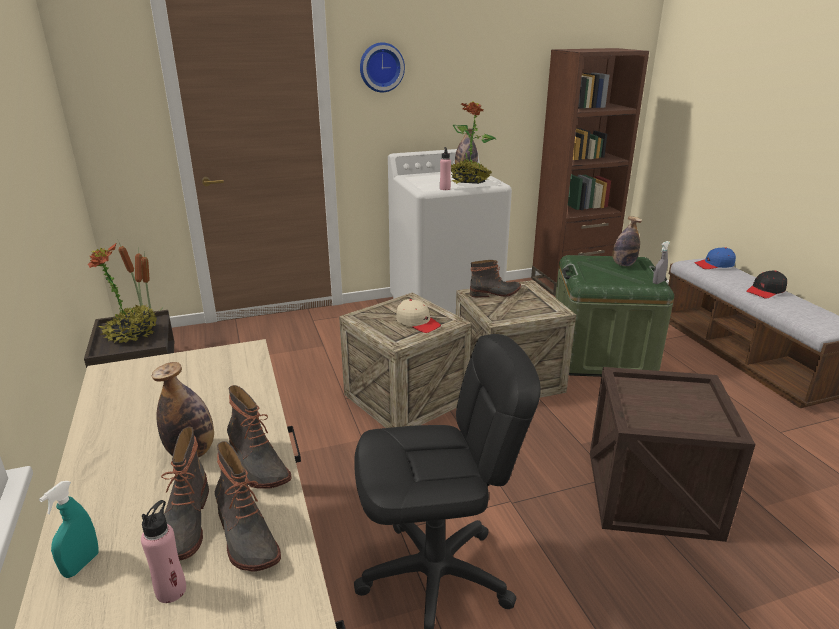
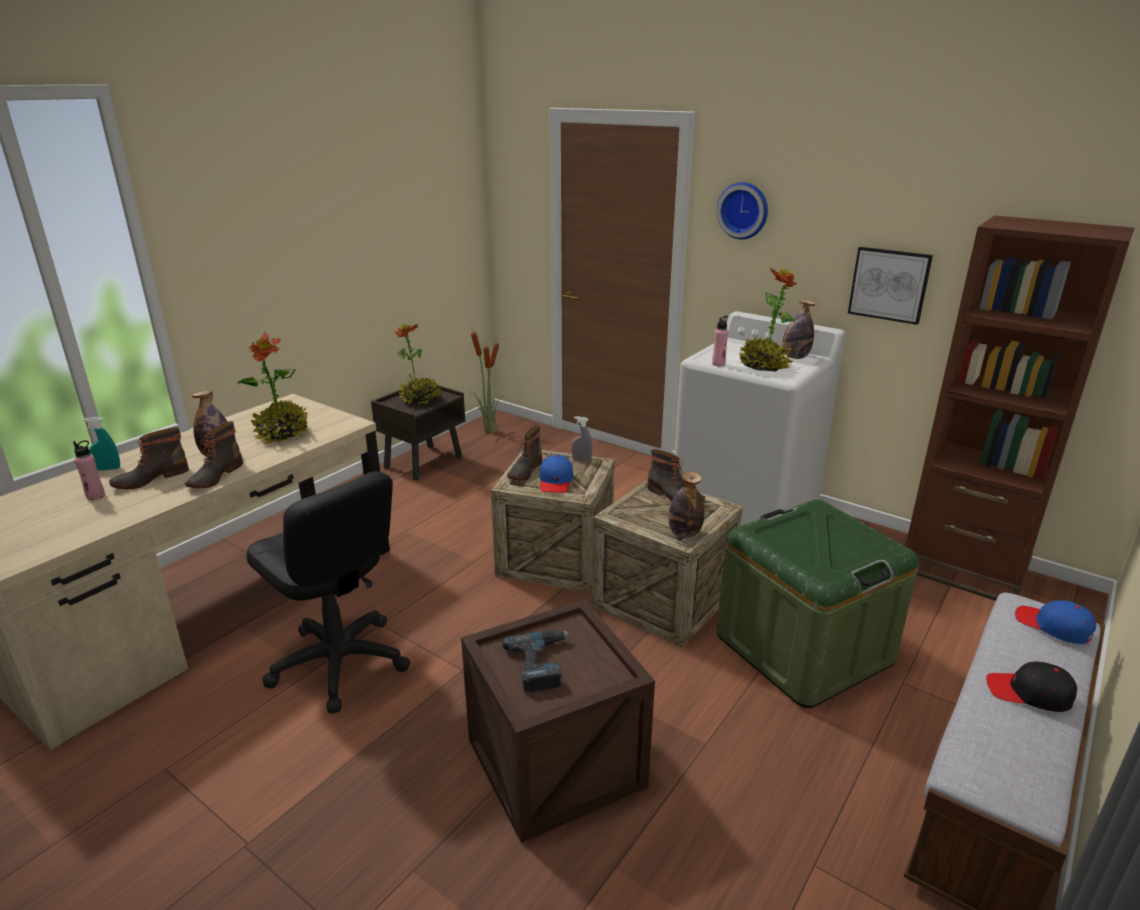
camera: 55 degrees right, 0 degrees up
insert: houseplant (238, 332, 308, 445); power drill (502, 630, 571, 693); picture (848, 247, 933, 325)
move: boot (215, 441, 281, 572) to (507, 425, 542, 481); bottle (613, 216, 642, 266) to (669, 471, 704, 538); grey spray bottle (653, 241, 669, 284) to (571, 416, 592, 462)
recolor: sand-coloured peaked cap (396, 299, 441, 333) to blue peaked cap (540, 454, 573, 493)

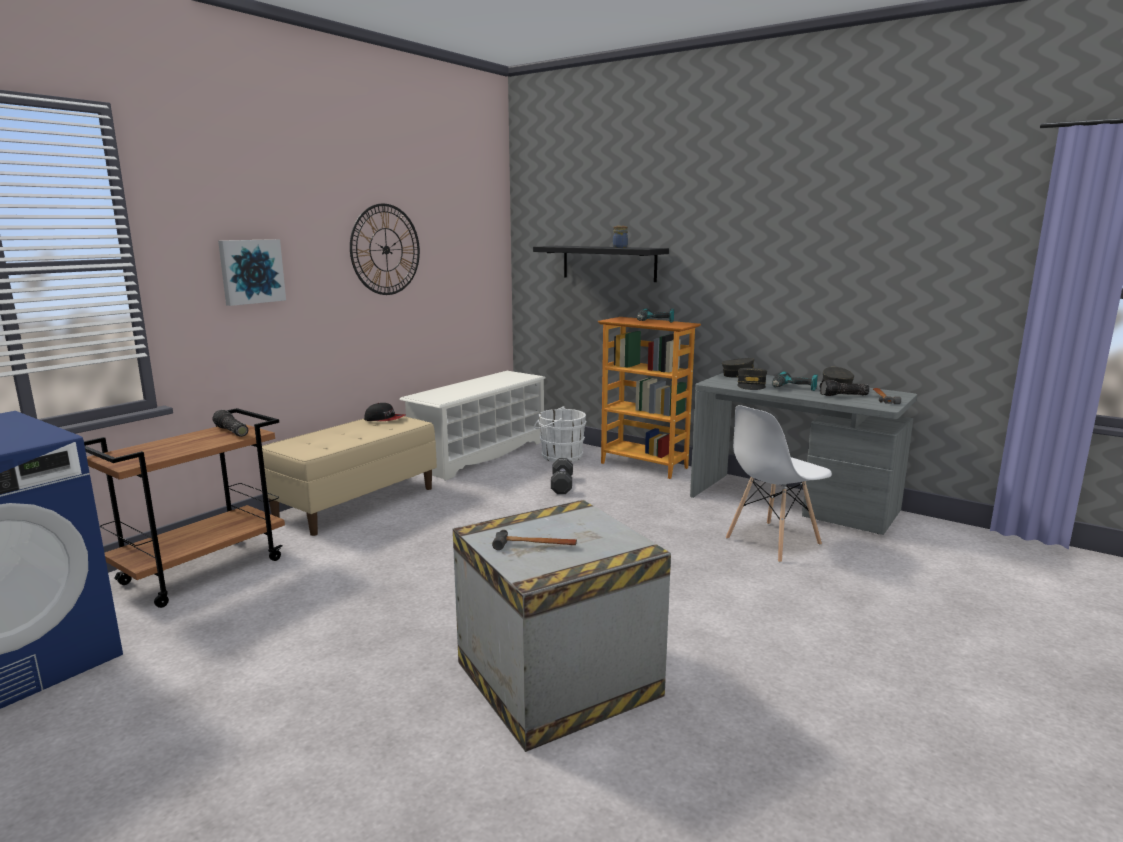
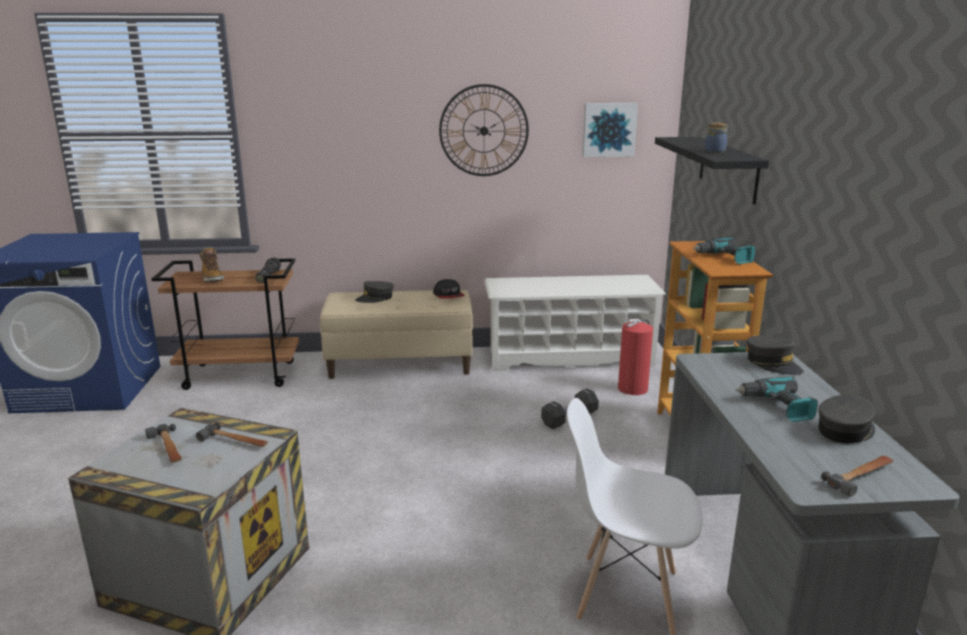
camera: 50 degrees right, 5 degrees up
delete: torch (819, 380, 870, 396)
insert: hammer (196, 423, 268, 447); boot (199, 247, 224, 282)
move: picture (218, 239, 286, 306) to (582, 103, 638, 157); grey peaked cap (737, 368, 767, 390) to (355, 281, 394, 303)
replace: whitish bucket (534, 406, 586, 462) to fire extinguisher (618, 319, 653, 395)

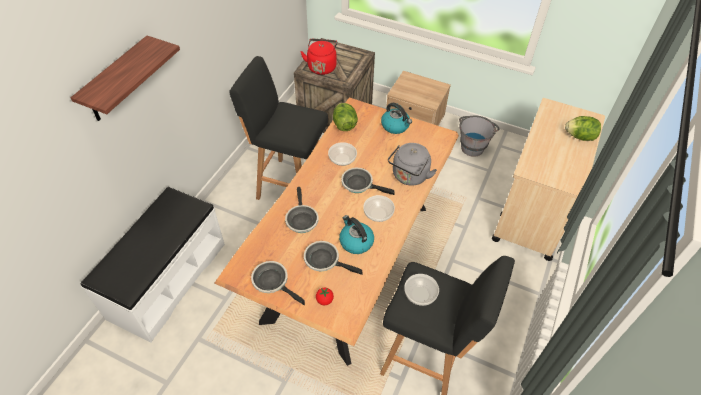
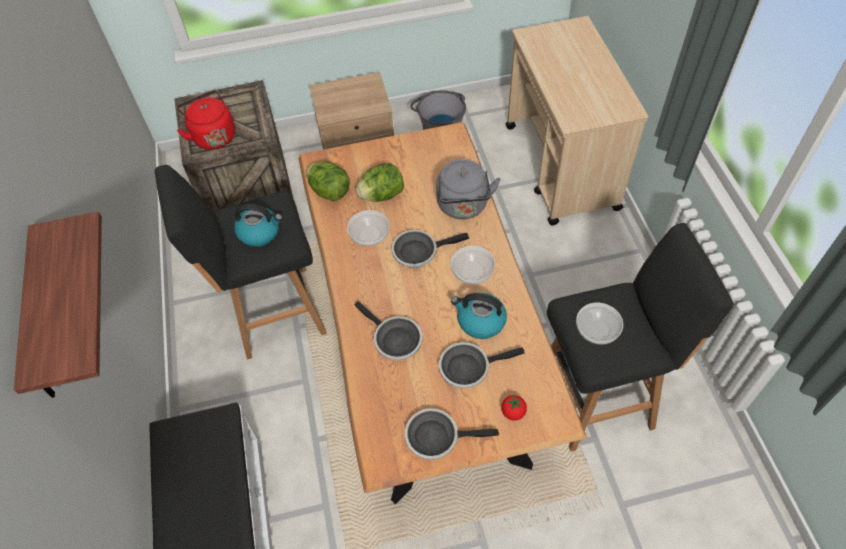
camera: 35 degrees left, 5 degrees up
move: tea kettle (381, 103, 412, 134) to (234, 204, 282, 247); lettuce (565, 116, 601, 141) to (355, 163, 404, 202)

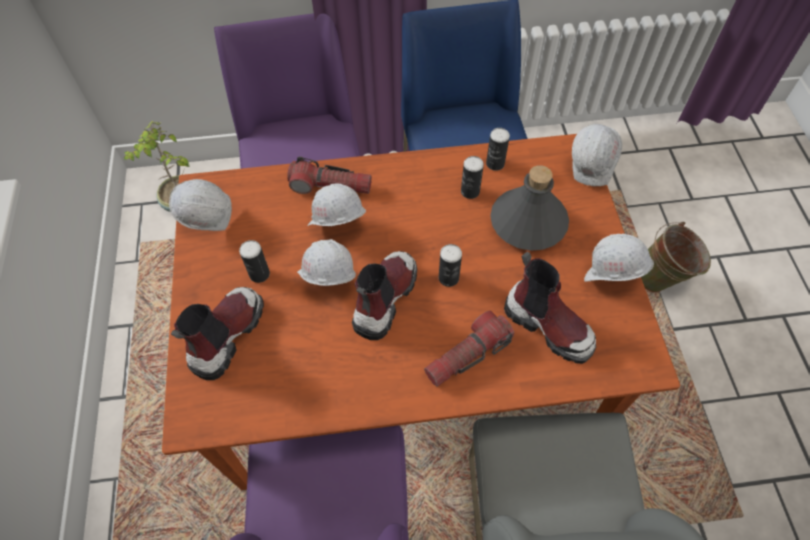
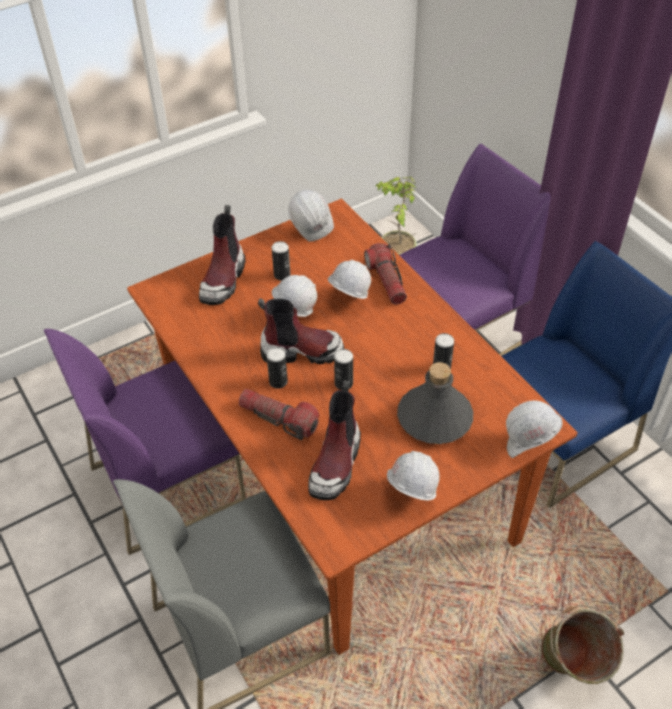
camera: 65 degrees right, 10 degrees down
move: metal can (486, 128, 510, 171) to (266, 347, 288, 389)
rotate: boot (171, 287, 264, 380) = (199, 205, 246, 305) 105 degrees clockwise

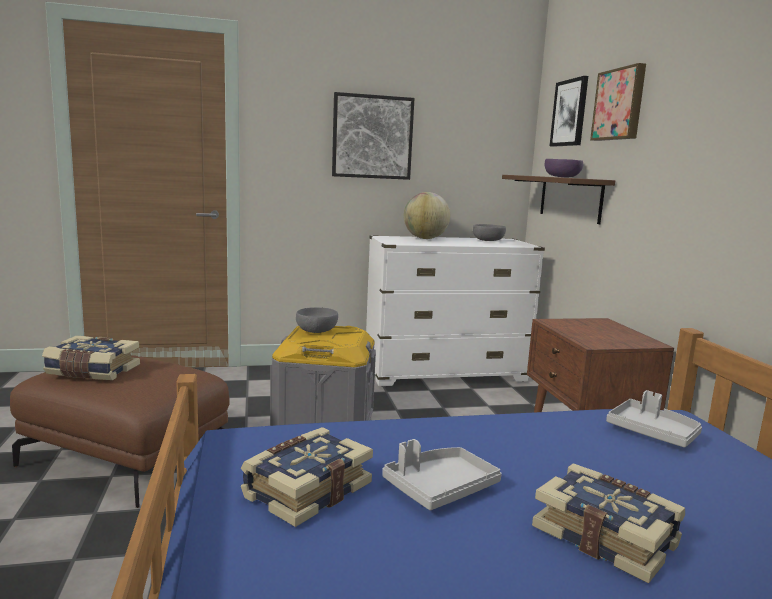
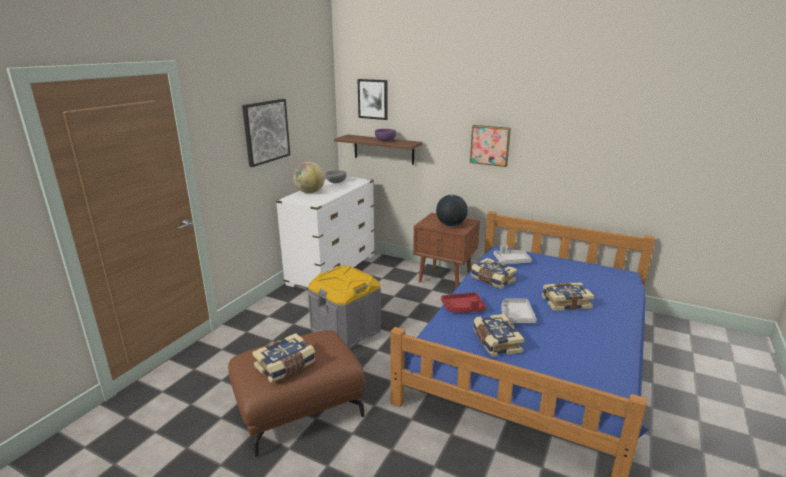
camera: 50 degrees left, 10 degrees up
delete: grey serving bowl (296, 307, 338, 333)
insert: globe (436, 195, 468, 226); red carrying tray (441, 292, 486, 313); bound book (471, 258, 518, 289)
move: picture (590, 63, 646, 141) to (470, 125, 511, 167)

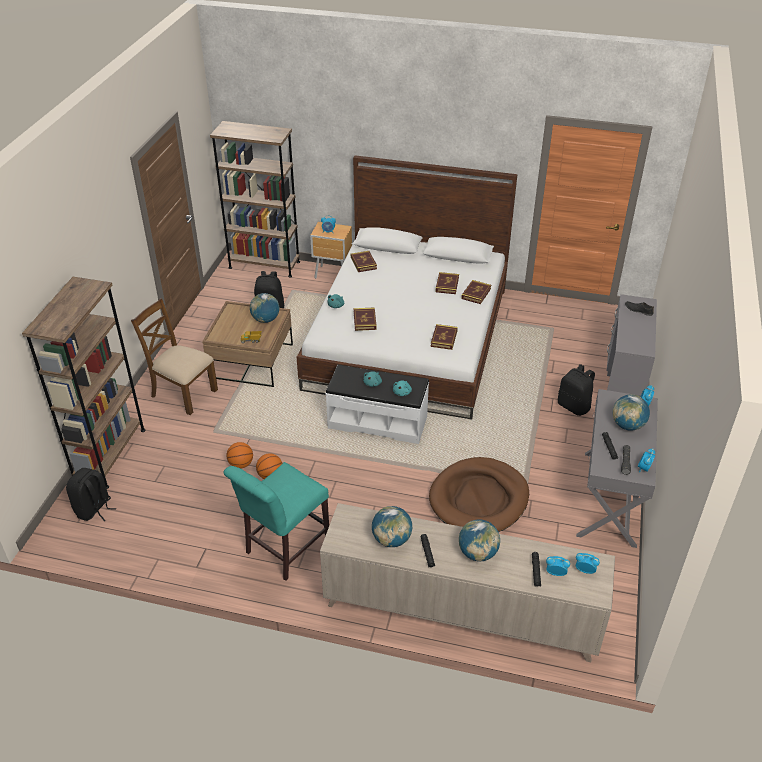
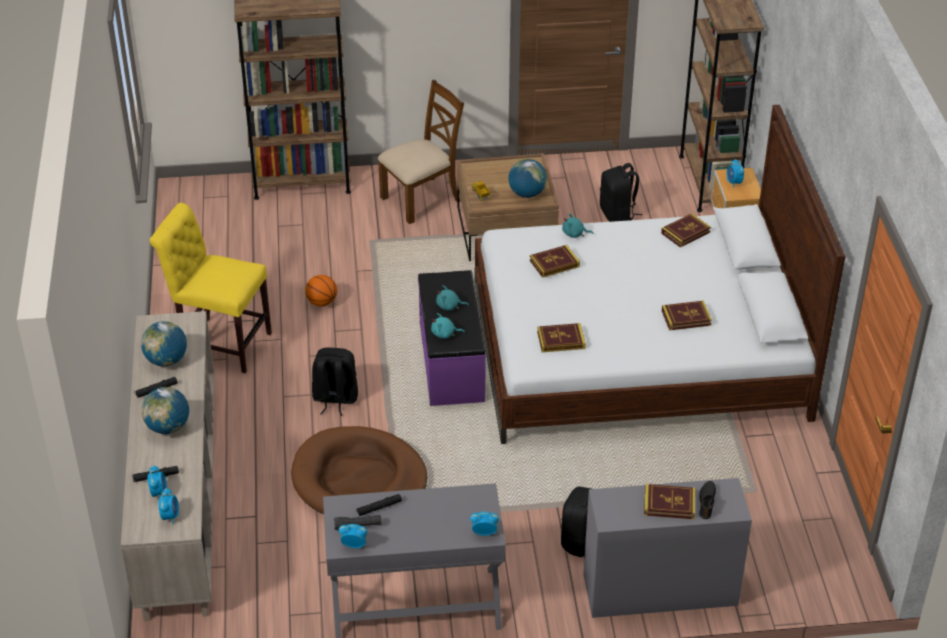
camera: 70 degrees right, 0 degrees up
delete: ball for basketball (227, 442, 253, 469); globe (612, 394, 650, 431)
move: black-coloured knapsack (66, 468, 116, 521) to (312, 347, 358, 416); bound book (461, 280, 491, 304) to (644, 484, 695, 519)
recolor: blue-green plain chair (223, 462, 329, 581) to yellowish plain chair (150, 203, 272, 373); whitish long seat (325, 364, 429, 444) to purple-coloured long seat (418, 270, 486, 406)
rotate: brown-coloured plain chair (131, 298, 218, 415) = (378, 80, 464, 224) 45 degrees clockwise

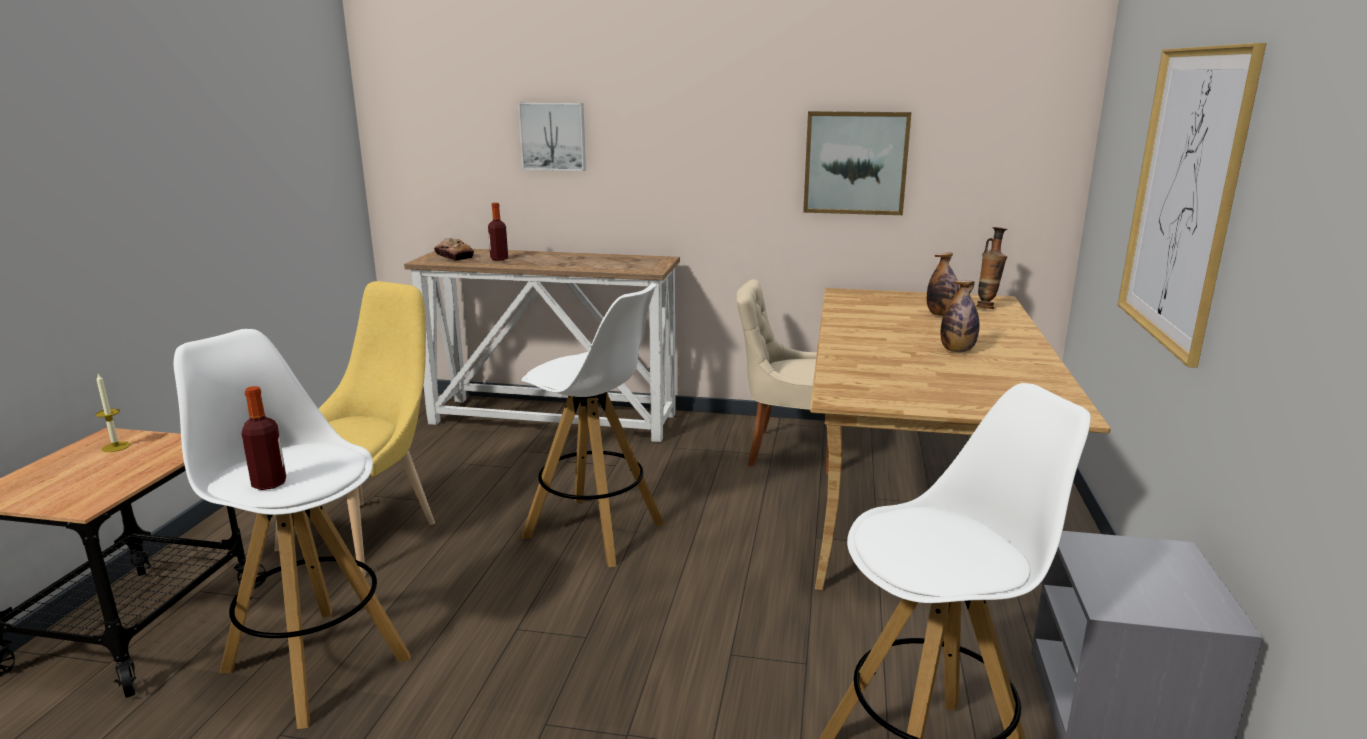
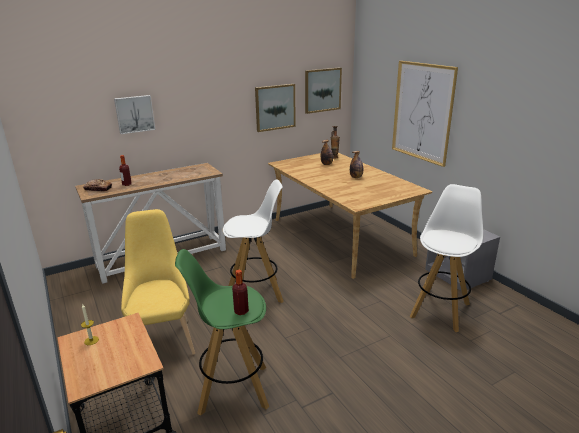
camera: 40 degrees left, 5 degrees up
delete: sand-coloured plain chair (737, 279, 829, 475)
insert: picture (305, 67, 342, 114)
recolor: whitish sitting stool (174, 329, 411, 729) to green-coloured sitting stool (175, 249, 269, 416)

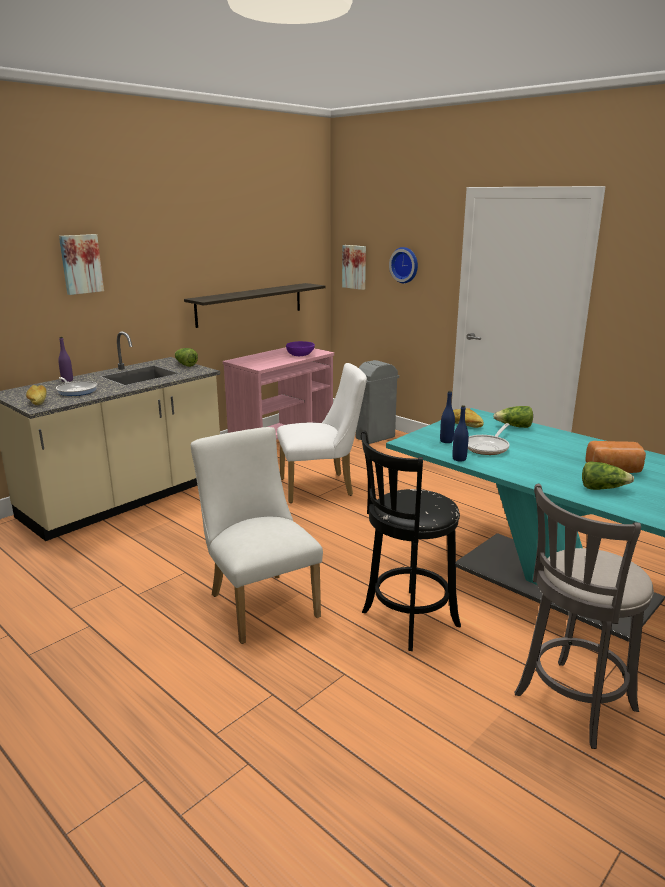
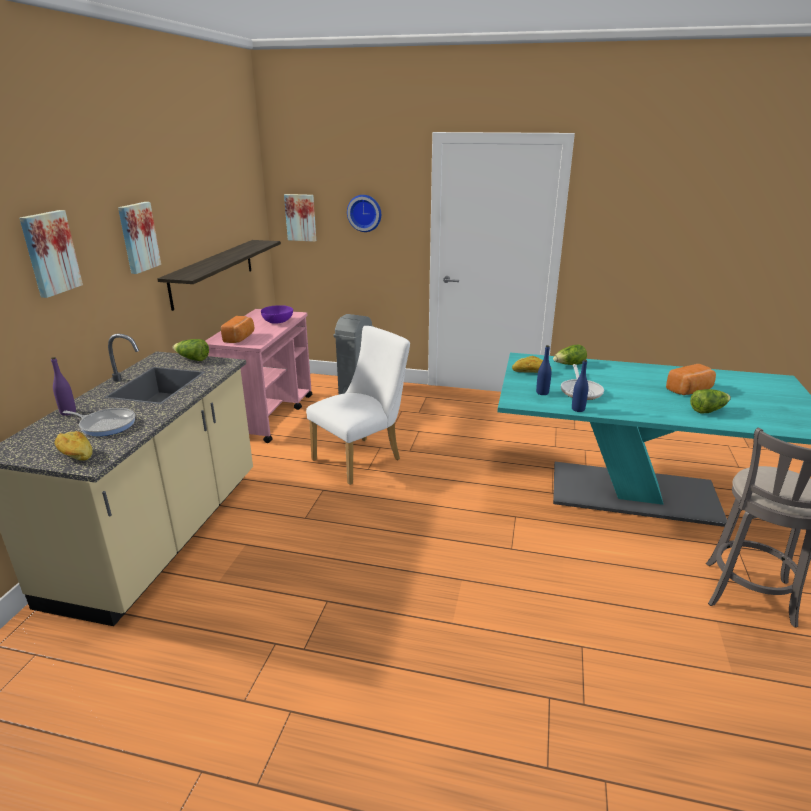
camera: 30 degrees left, 5 degrees up
delete: whitish plain chair (191, 427, 323, 644); black-coloured sitting stool (361, 430, 461, 651)
insert: picture (118, 202, 161, 274); baked bread (221, 316, 254, 343)

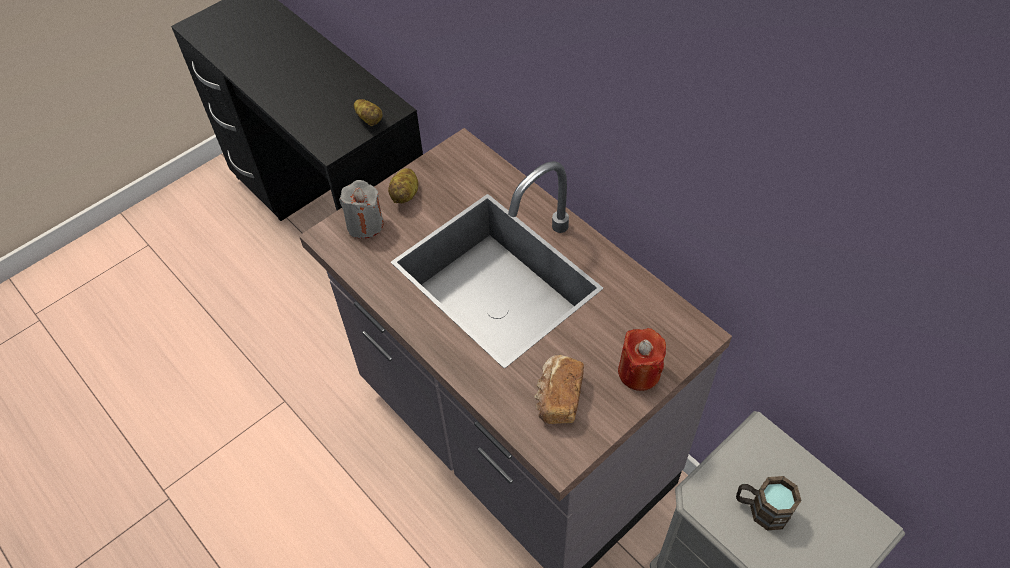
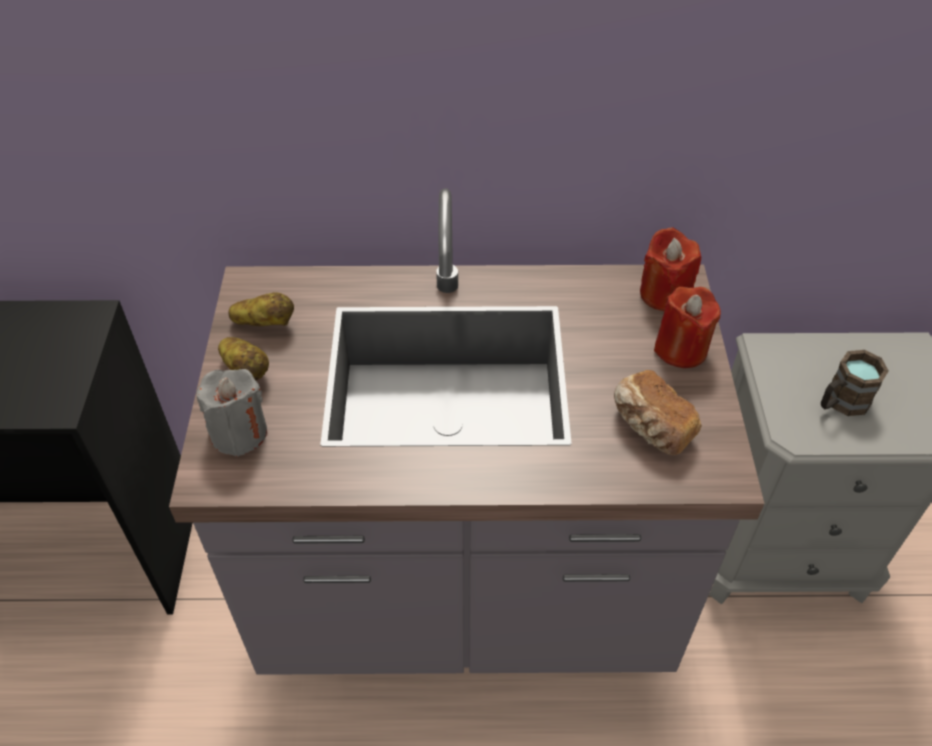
camera: 50 degrees left, 5 degrees down
insert: red candle (640, 228, 701, 311)
move: potato (353, 99, 383, 126) to (228, 292, 294, 326)

